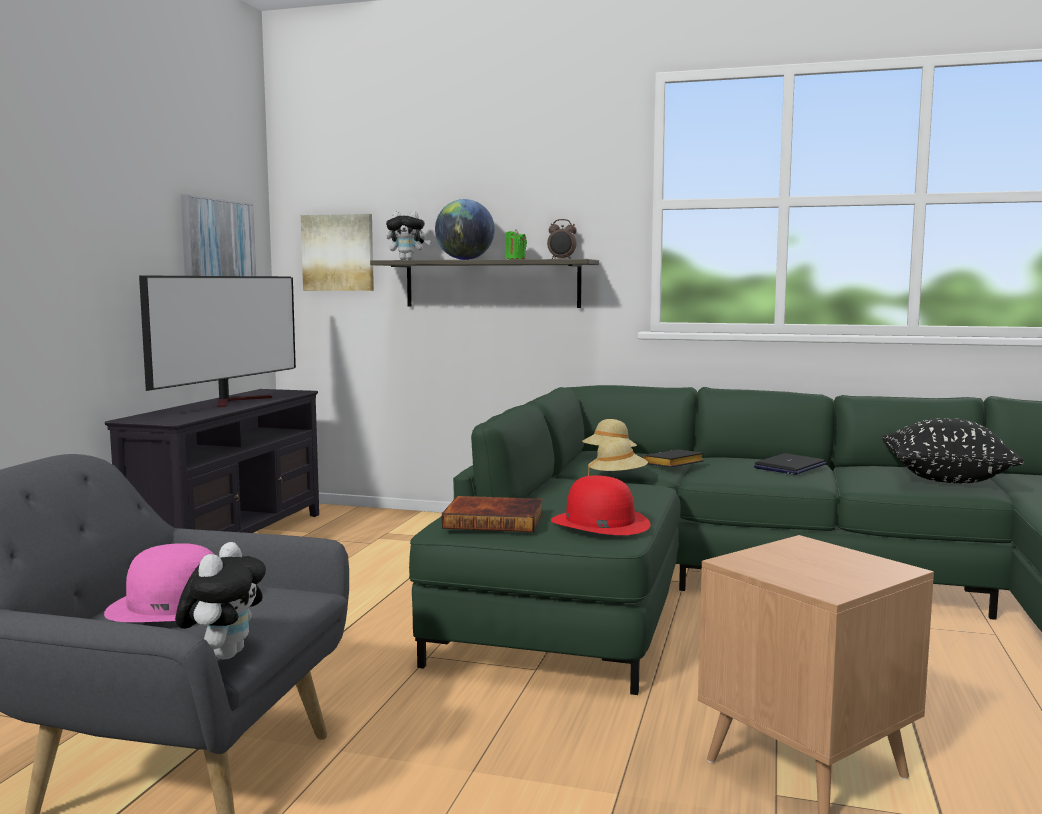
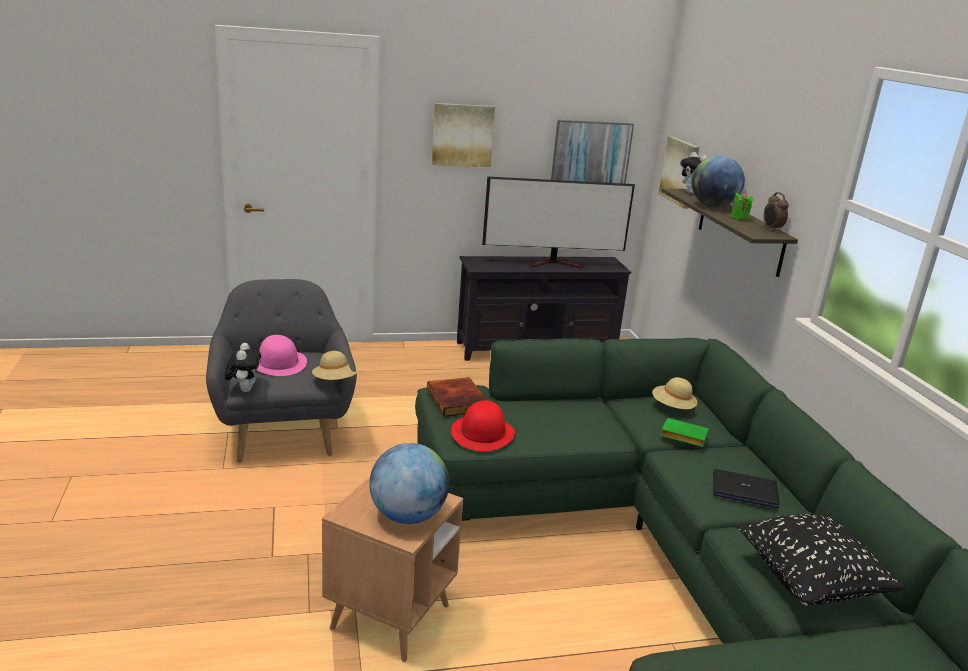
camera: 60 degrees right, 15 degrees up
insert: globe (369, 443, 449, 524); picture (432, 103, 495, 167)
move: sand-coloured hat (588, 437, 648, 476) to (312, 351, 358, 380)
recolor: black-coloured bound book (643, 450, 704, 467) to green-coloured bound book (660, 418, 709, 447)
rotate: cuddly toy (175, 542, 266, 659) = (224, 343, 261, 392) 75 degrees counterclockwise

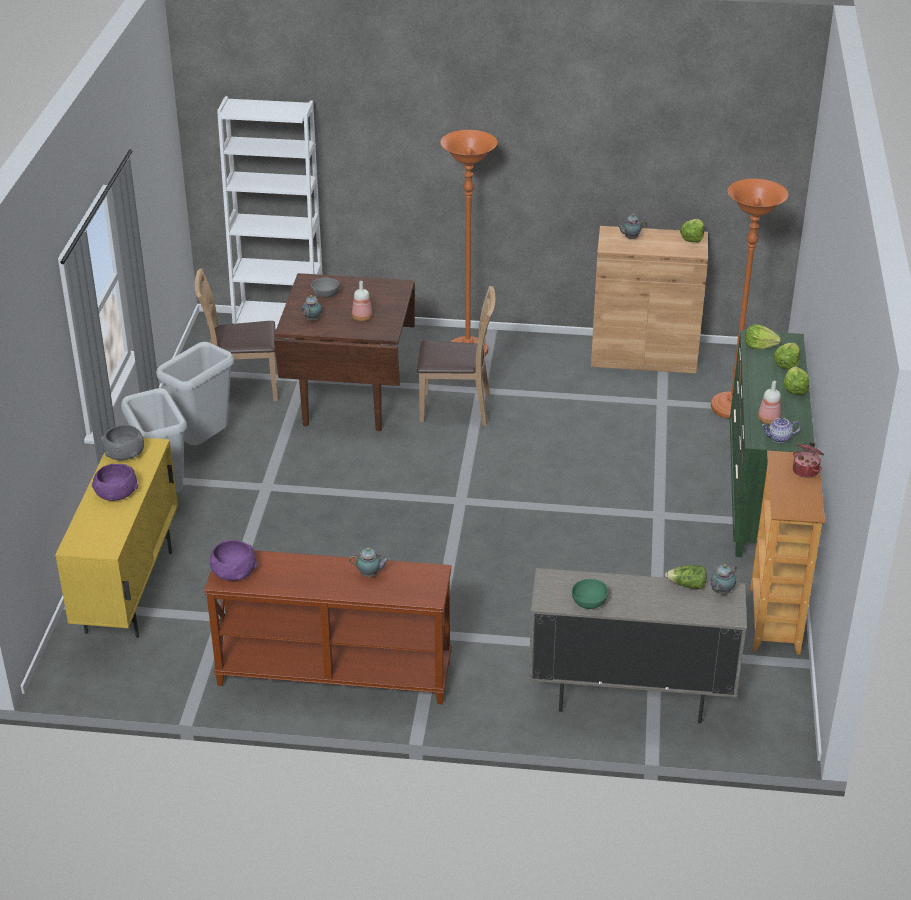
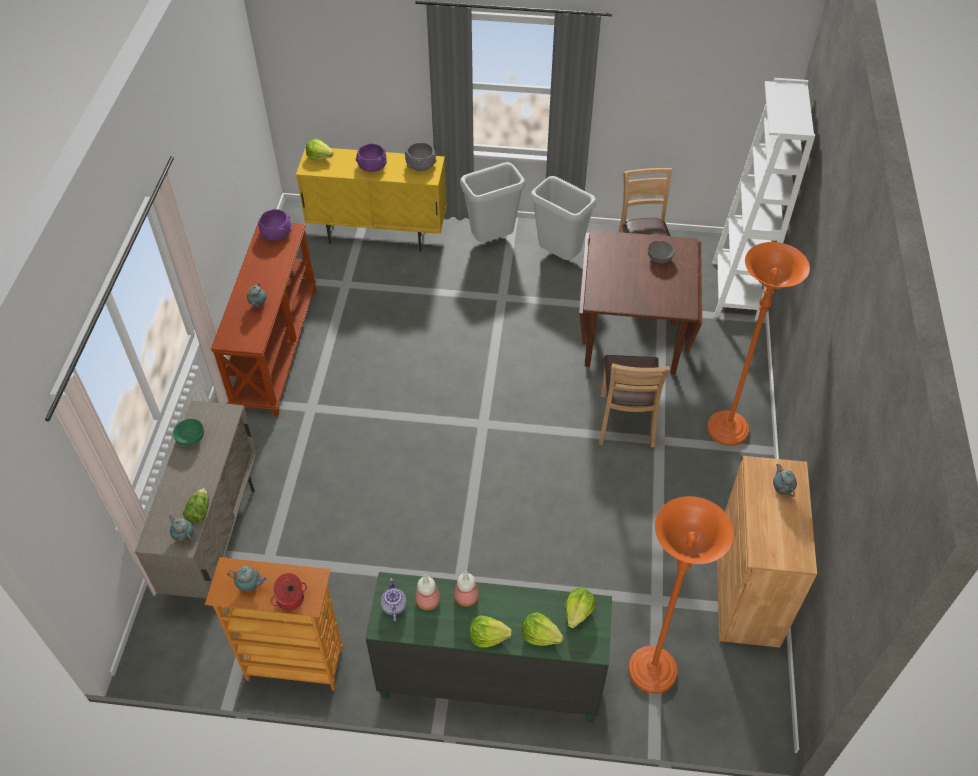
camera: 90 degrees right, 15 degrees up
move: pot for tea (302, 295, 322, 321) to (227, 566, 267, 592); bottle (352, 281, 372, 322) to (454, 571, 479, 606); lettuce (680, 219, 704, 243) to (306, 139, 334, 160)

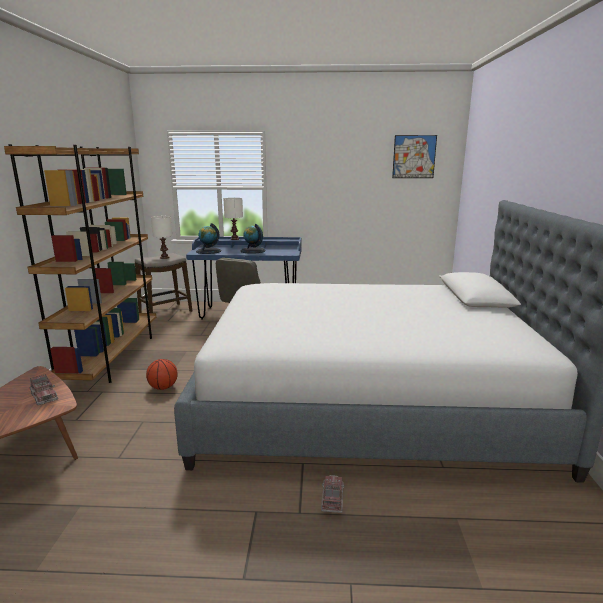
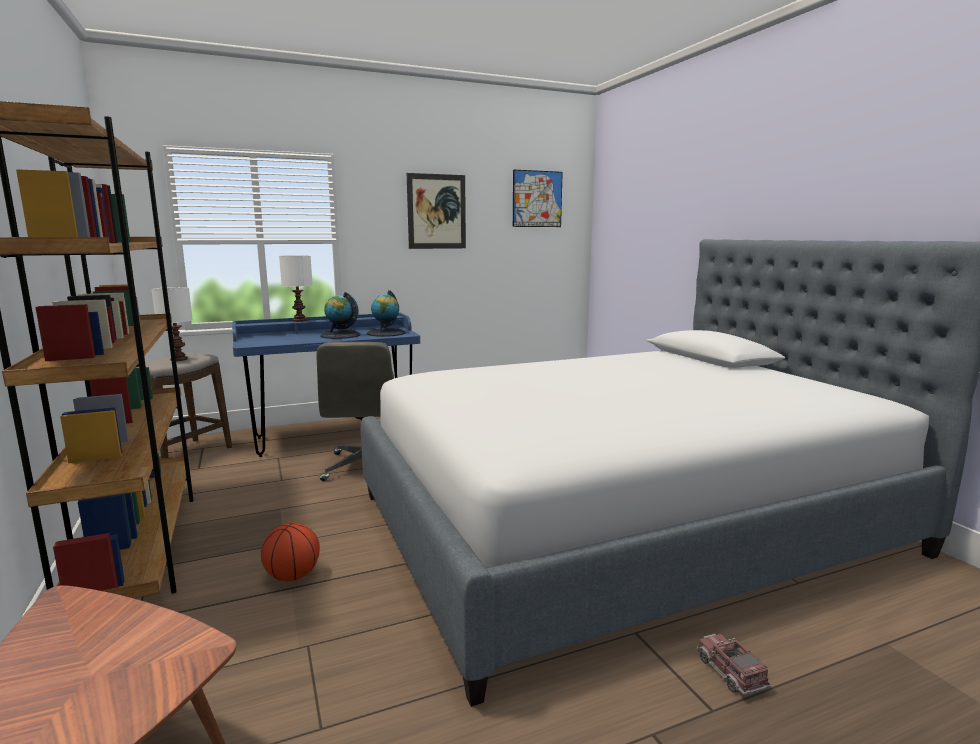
camera: 25 degrees left, 5 degrees down
delete: toy truck (29, 374, 58, 405)
insert: picture (407, 173, 466, 249)
move: globe (196, 223, 221, 254) to (367, 290, 405, 337)

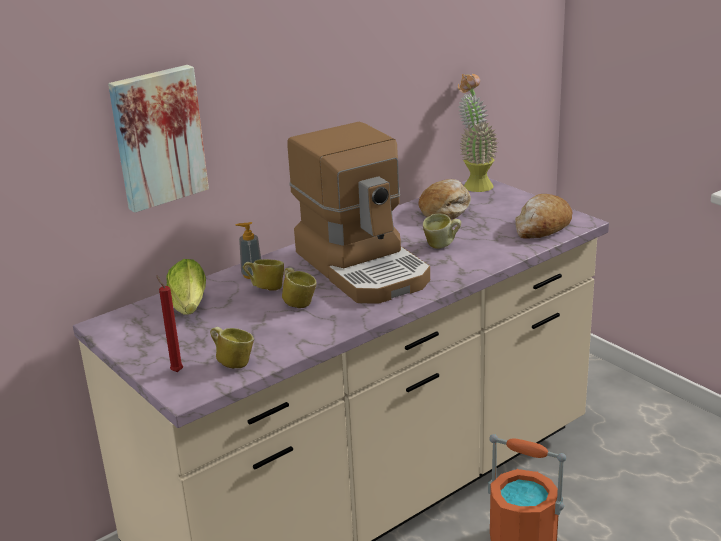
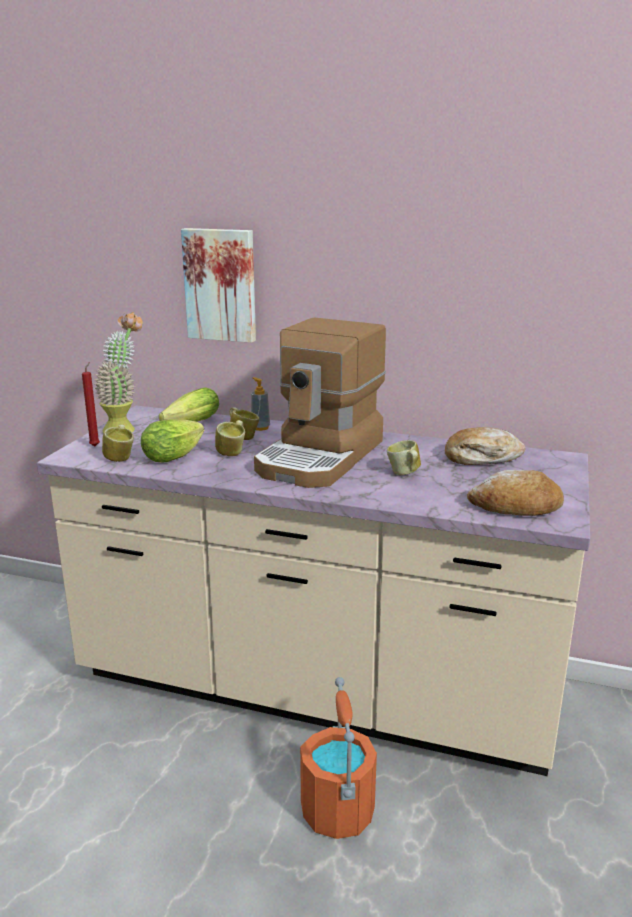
camera: 55 degrees right, 5 degrees down
insert: lettuce (141, 420, 204, 463)
move: houseplant (458, 74, 498, 192) to (94, 312, 143, 433)

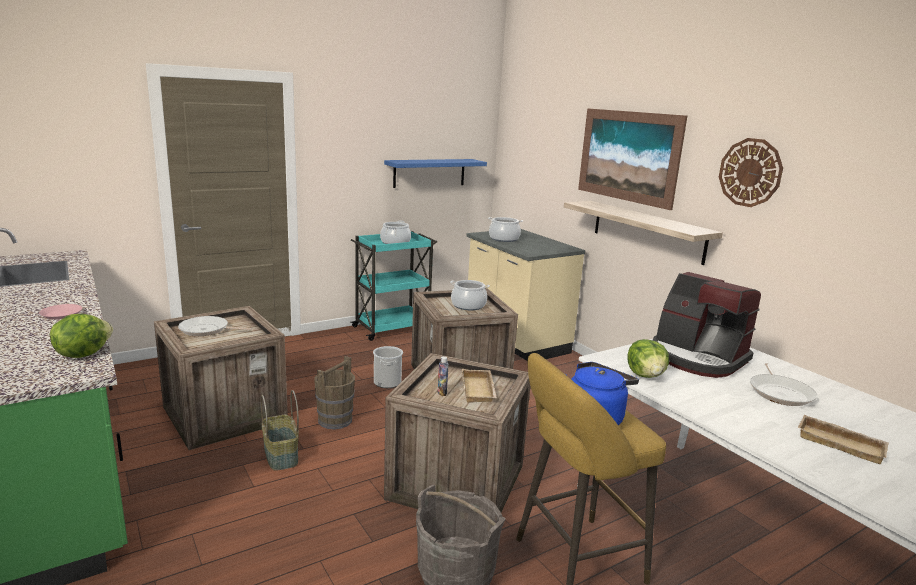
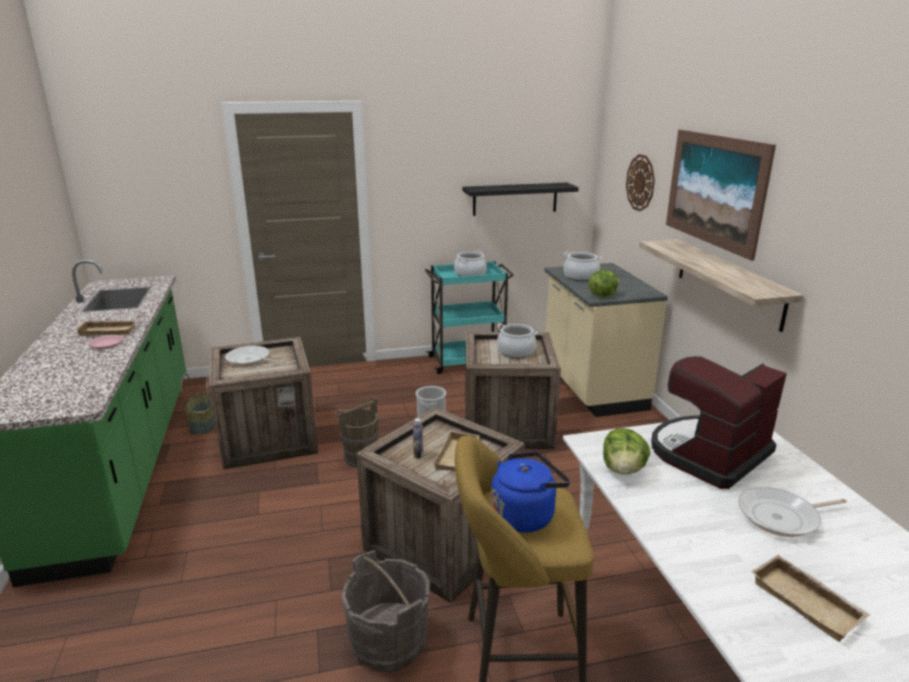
camera: 20 degrees right, 5 degrees up
insert: sand-coloured carrying tray (74, 320, 138, 336)
move: lettuce (50, 314, 113, 358) to (588, 270, 619, 297); basket (261, 390, 299, 471) to (181, 372, 216, 434); clock on the wall (719, 138, 783, 207) to (626, 154, 655, 212)
recolor: blue shelf (384, 159, 487, 188) to black-coloured shelf (463, 182, 579, 216)
rotate: coffee machine (653, 272, 761, 378) = (652, 356, 787, 489) 75 degrees clockwise; frying pan (750, 363, 817, 406) = (738, 487, 847, 537) 45 degrees clockwise

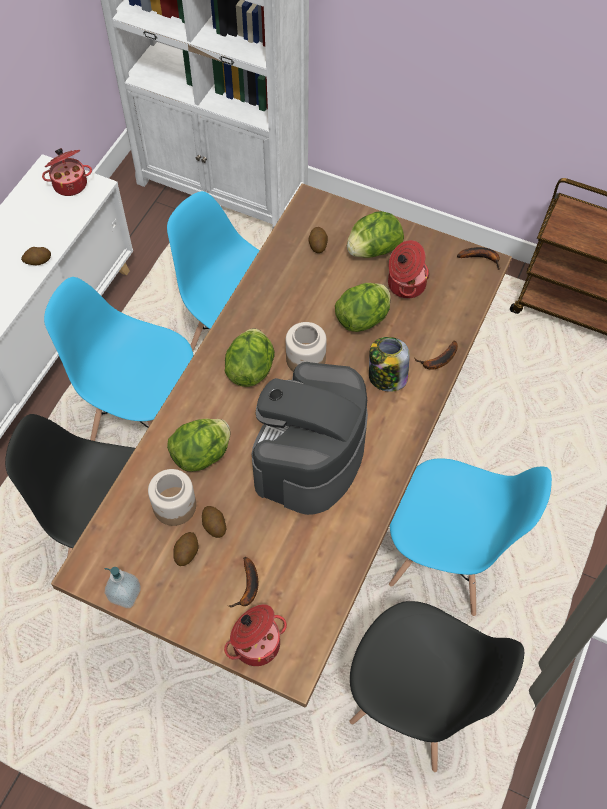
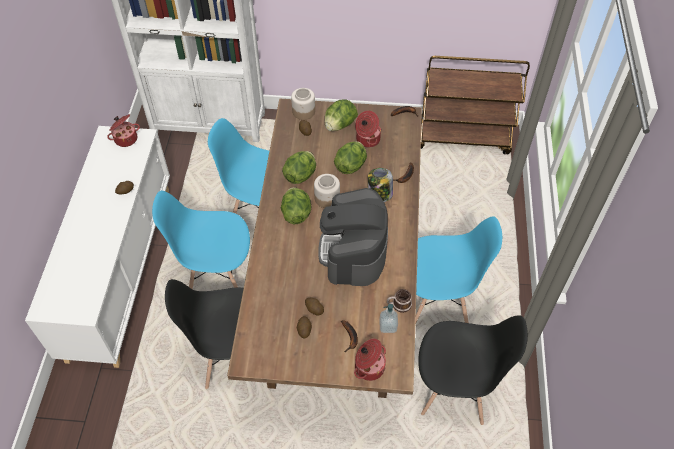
camera: 20 degrees left, 5 degrees down
insert: mug (387, 289, 412, 313)
move: liquid soap bottle (105, 567, 141, 608) to (379, 304, 398, 333); storage jar (148, 469, 196, 526) to (291, 88, 315, 120); lettuce (167, 419, 230, 472) to (282, 151, 316, 184)

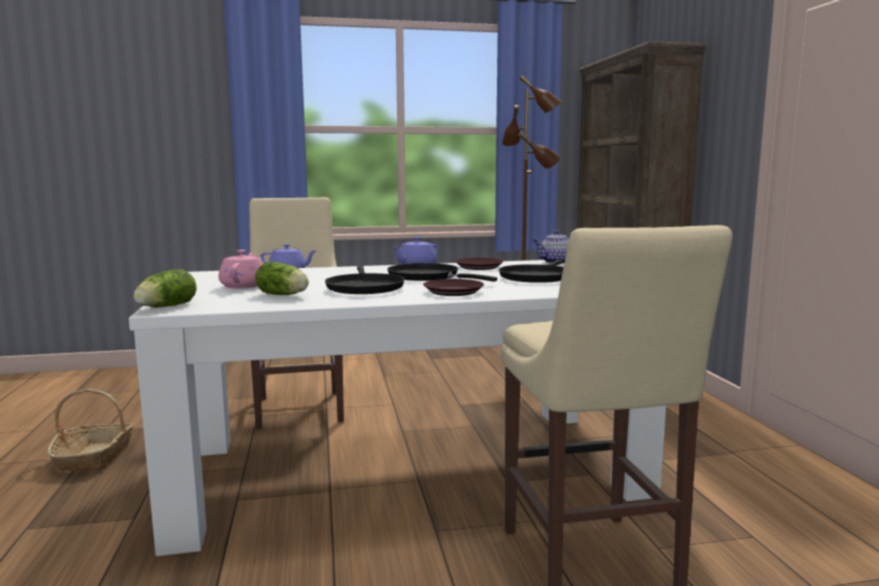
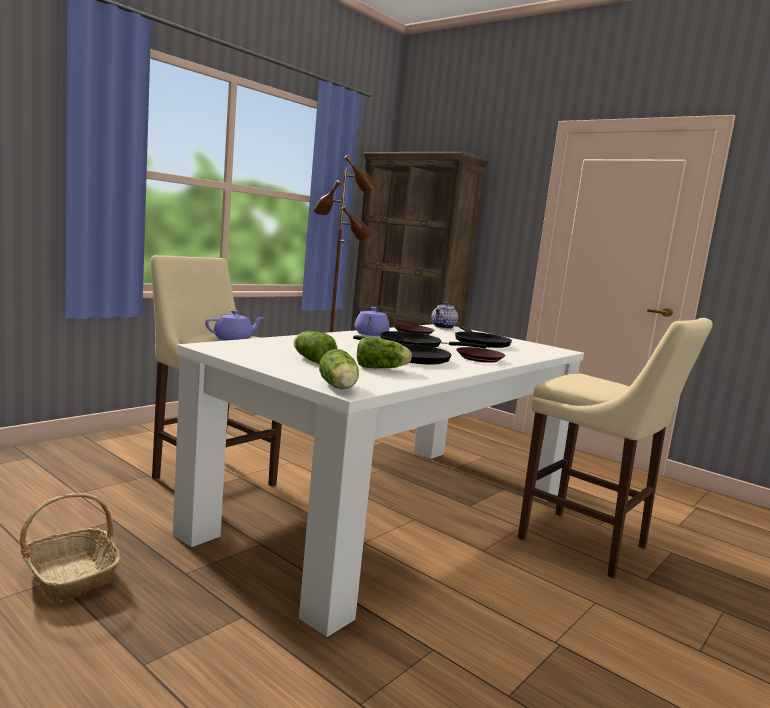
camera: 40 degrees left, 0 degrees up
replace: pink pot for tea (218, 250, 263, 289) to lettuce (294, 331, 337, 364)

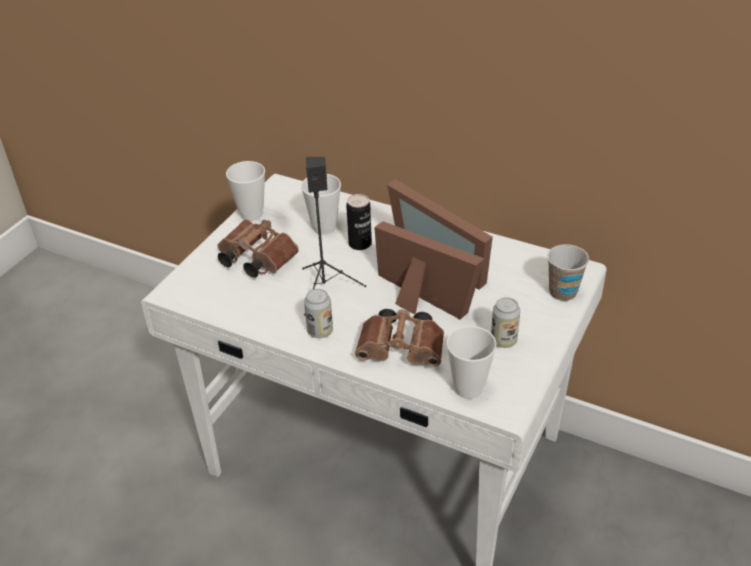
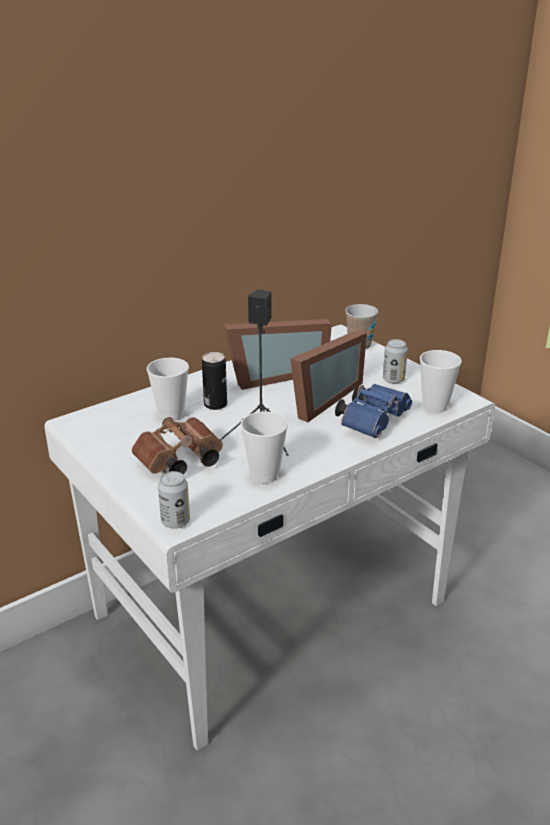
camera: 65 degrees left, 10 degrees down
move: small cup (226, 161, 265, 221) to (241, 411, 288, 484); metal can (304, 289, 333, 338) to (158, 471, 190, 529)
recolor: brown-coloured binoculars (355, 309, 444, 367) to blue binoculars (335, 384, 412, 438)
rotate: photo frame (374, 221, 484, 320) = (290, 330, 367, 422) 150 degrees clockwise

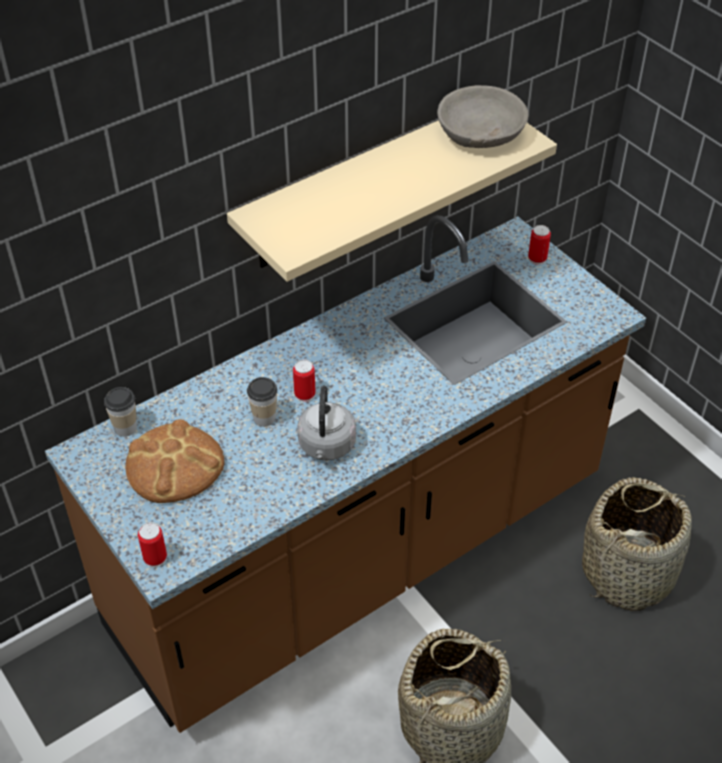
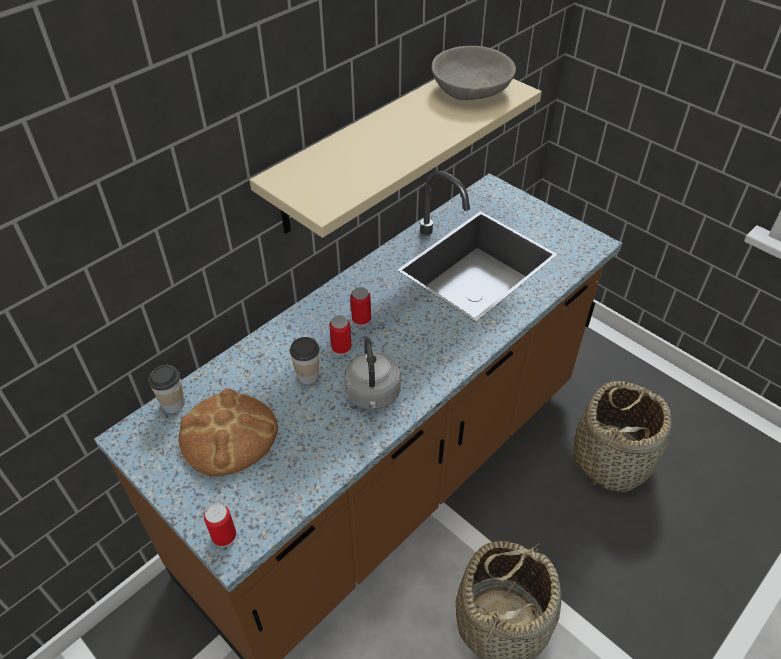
camera: 10 degrees left, 0 degrees up
move: metal can (528, 225, 551, 265) to (351, 287, 371, 327)

